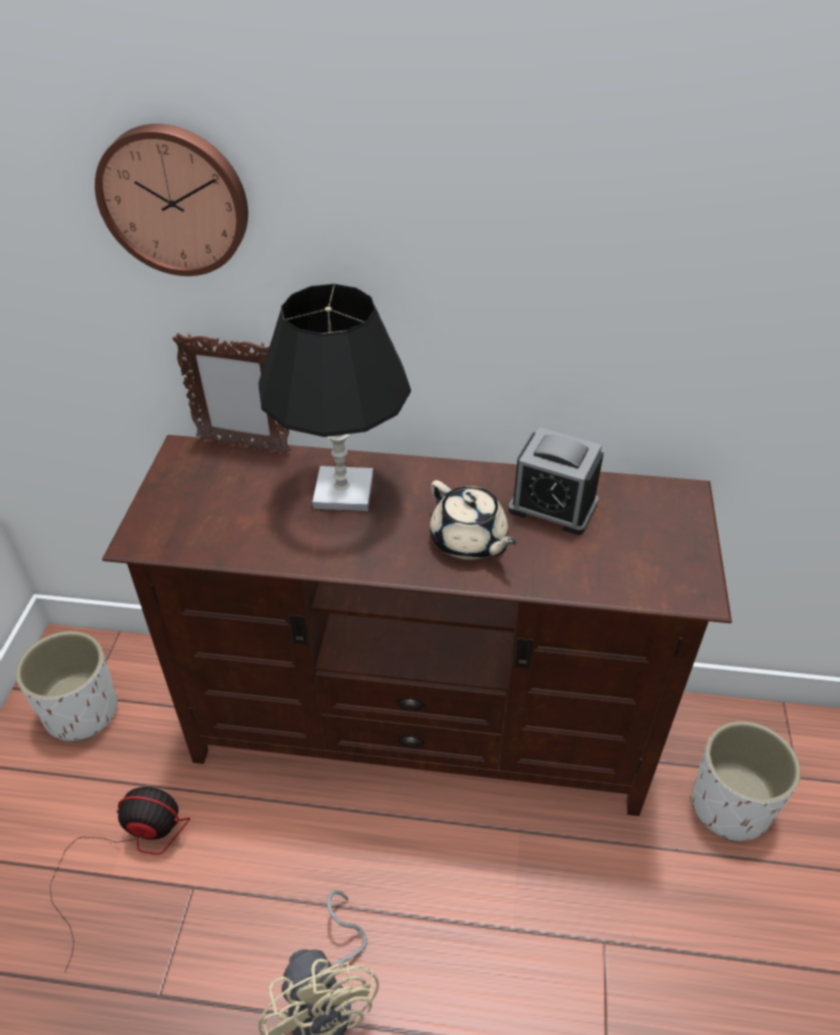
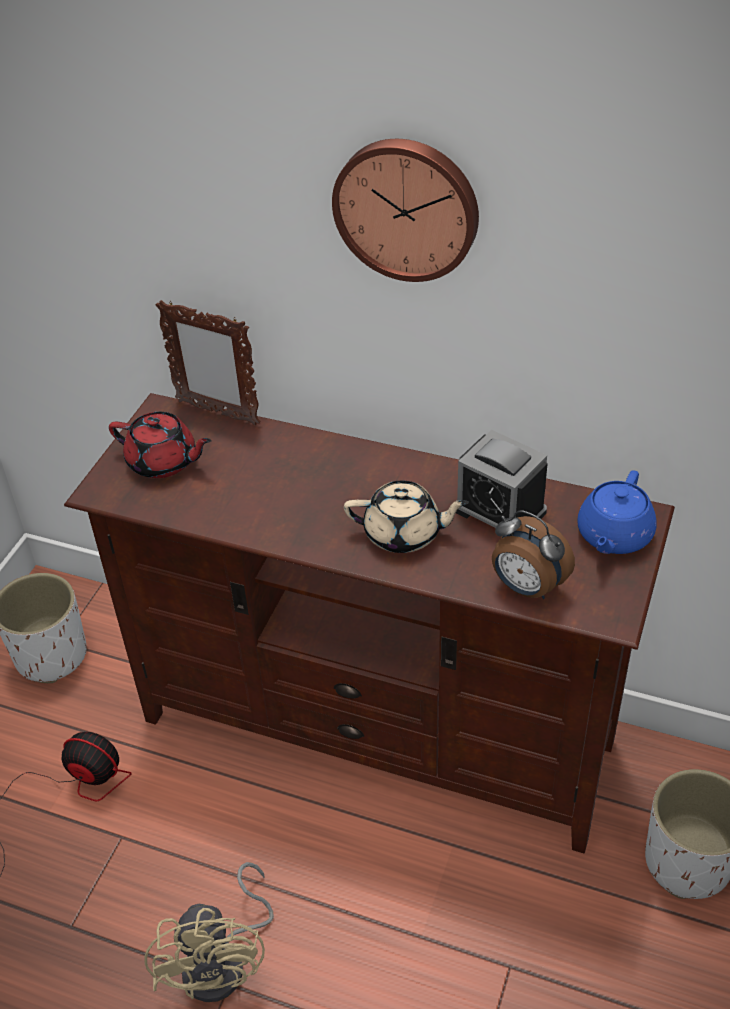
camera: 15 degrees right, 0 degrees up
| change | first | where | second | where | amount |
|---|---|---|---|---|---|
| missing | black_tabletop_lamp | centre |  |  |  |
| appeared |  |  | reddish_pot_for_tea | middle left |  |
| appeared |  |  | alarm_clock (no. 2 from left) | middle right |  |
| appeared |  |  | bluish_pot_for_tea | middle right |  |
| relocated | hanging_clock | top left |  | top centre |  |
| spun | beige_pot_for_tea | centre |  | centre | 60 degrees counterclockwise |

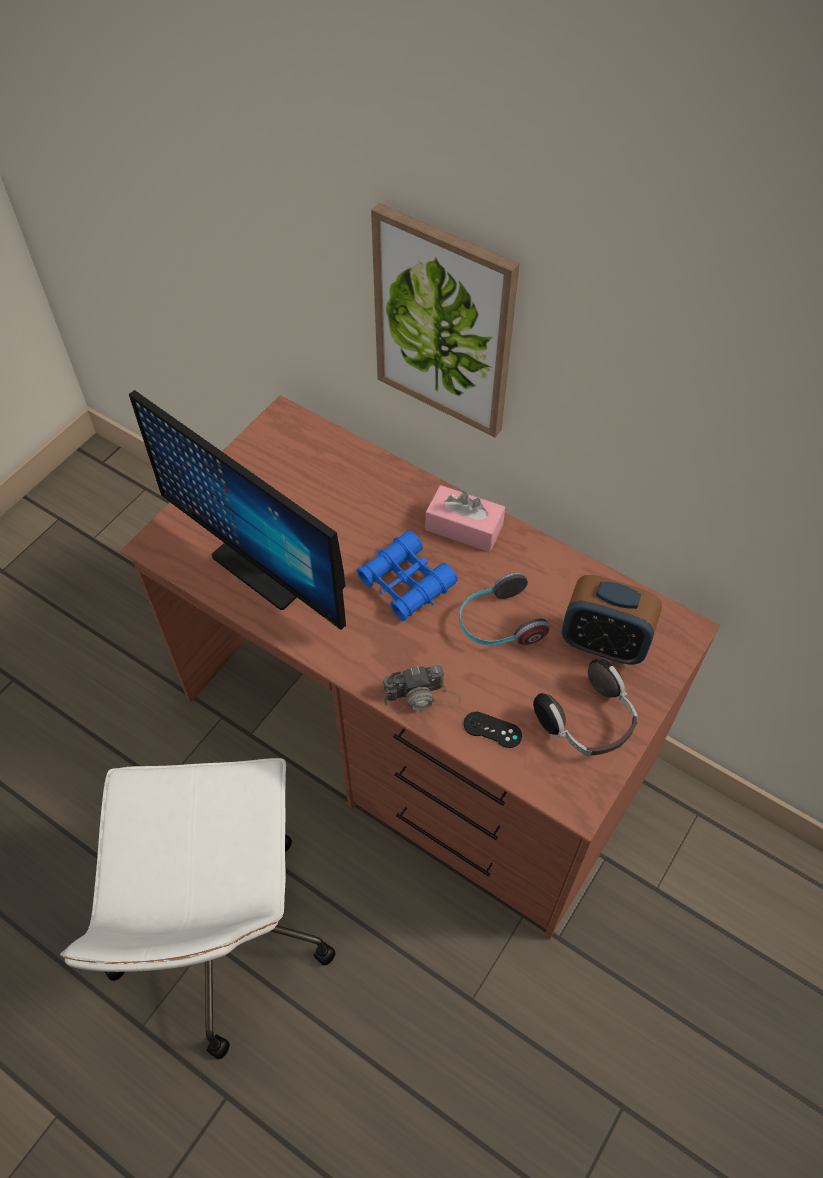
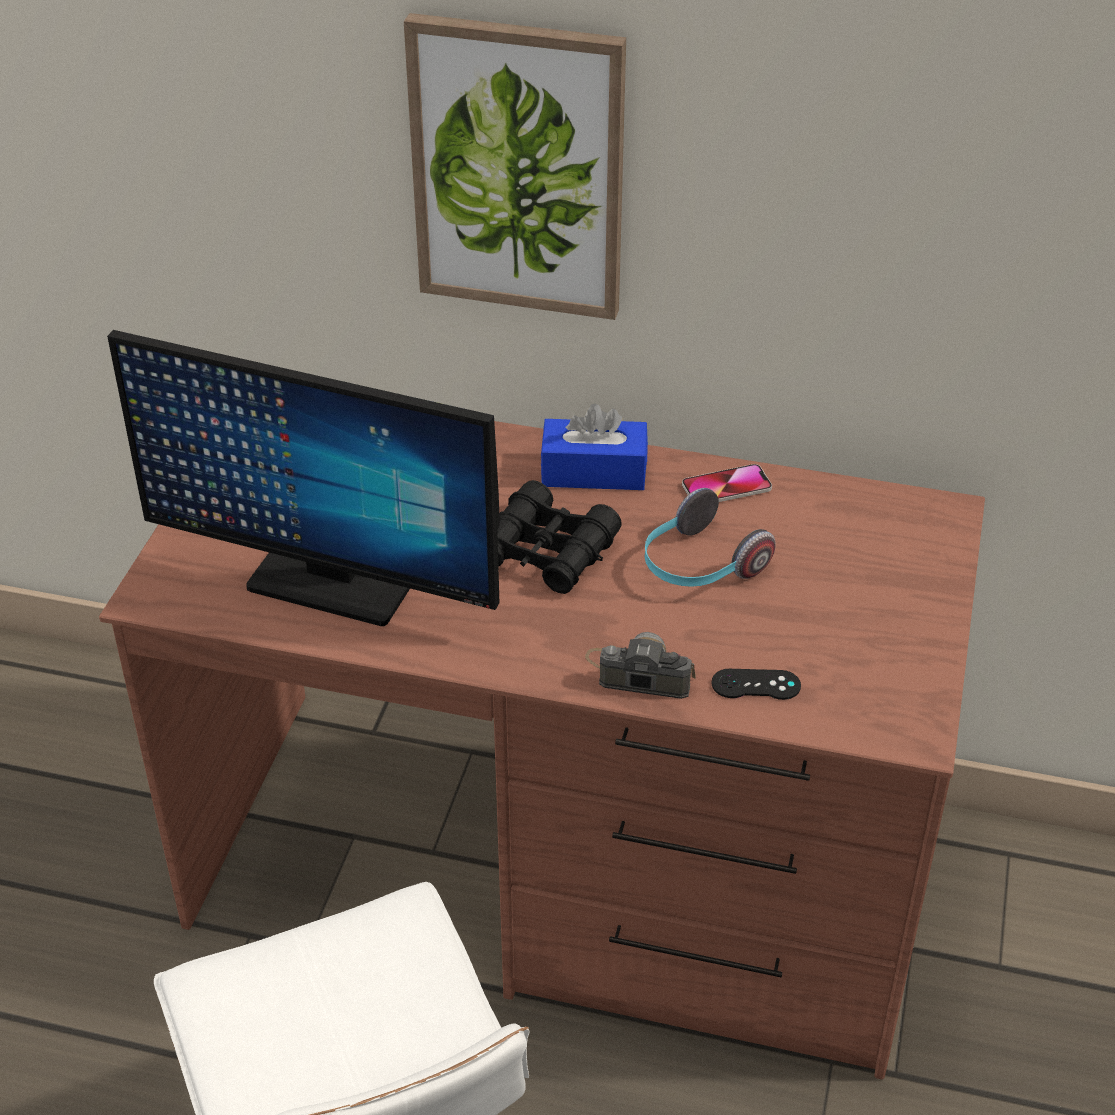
camera: 20 degrees left, 15 degrees down
| change | first | where | second | where | amount |
|---|---|---|---|---|---|
| missing | headset (no. 2 from left) | middle right |  |  |  |
| missing | alarm_clock | middle right |  |  |  |
| appeared |  |  | handset | centre |  |
| colour | bluish_field_glasses | centre | black_field_glasses | centre |  |
| colour | pink-coloured_tissue_box | centre | bluish_tissue_box | centre |  |
| spun | photo_camera | centre |  | centre | 135 degrees counterclockwise |

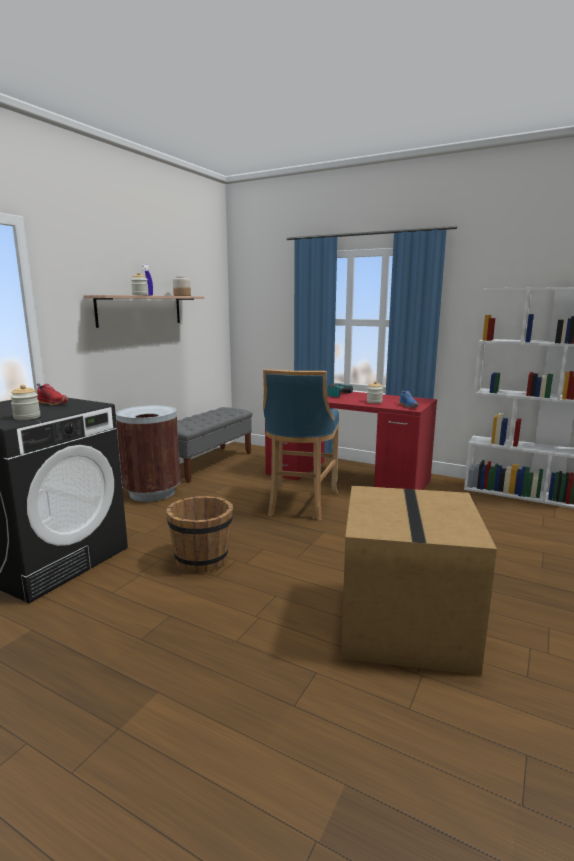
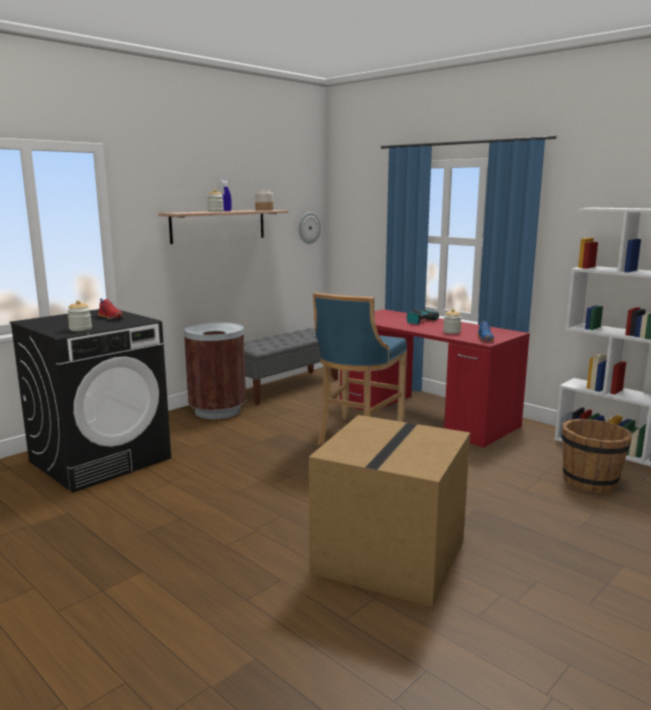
camera: 15 degrees right, 0 degrees up
| change | first | where | second | where | amount |
|---|---|---|---|---|---|
| appeared |  |  | hanging_clock | top centre |  |
| relocated | brown-coloured_water_bucket | centre |  | middle right |  |

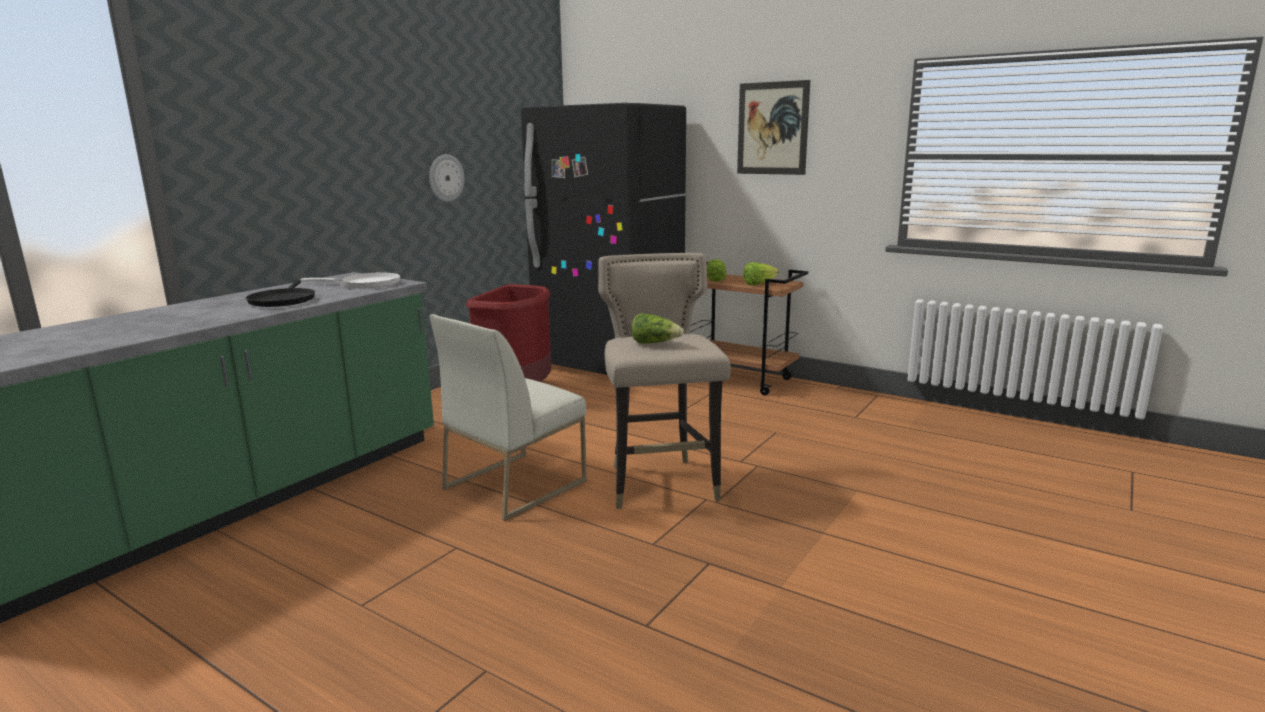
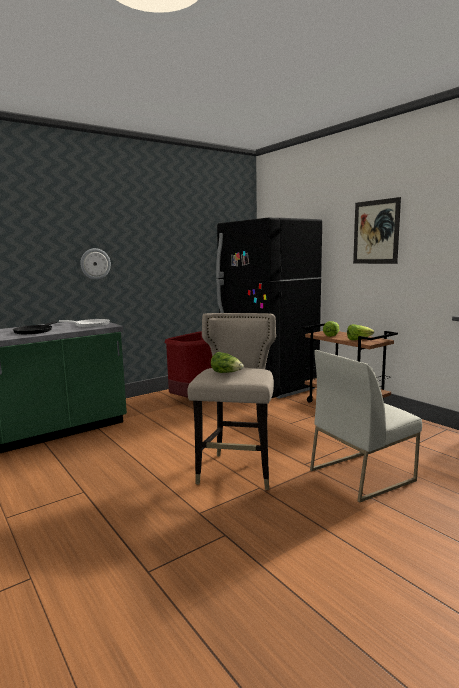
camera: 20 degrees right, 5 degrees down
| change | first | where | second | where | amount |
|---|---|---|---|---|---|
| relocated | hanging_clock | top centre |  | middle left |  |
| relocated | white-coloured_upright_chair | centre |  | middle right |  |

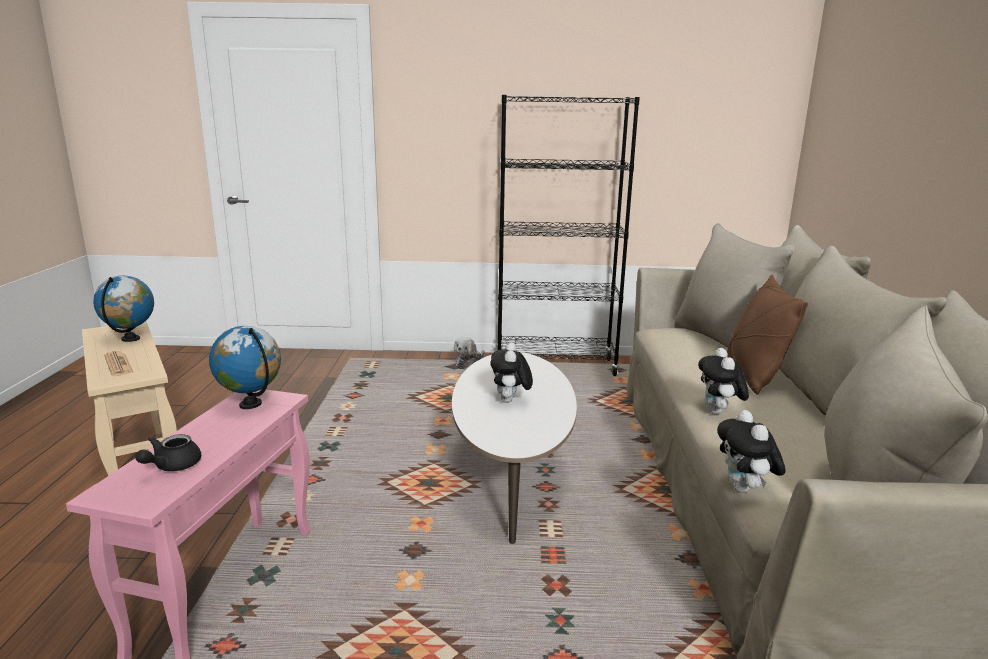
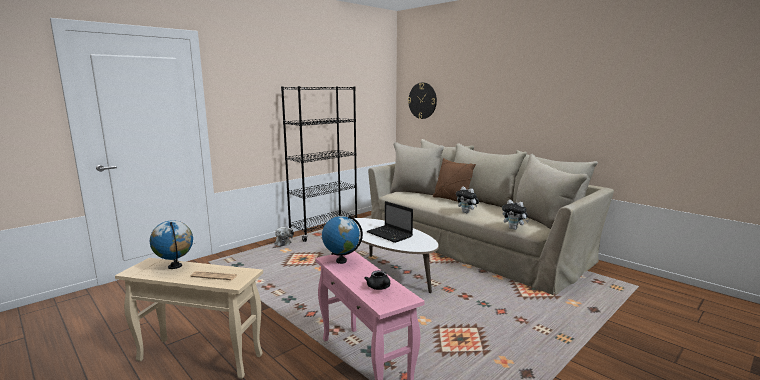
camera: 45 degrees left, 5 degrees down
| change | first | where | second | where | amount |
|---|---|---|---|---|---|
| appeared |  |  | hanging_clock | top centre |  |
| exchanged | soft_toy (no. 2 from left) | centre | notebook_computer | centre |  |

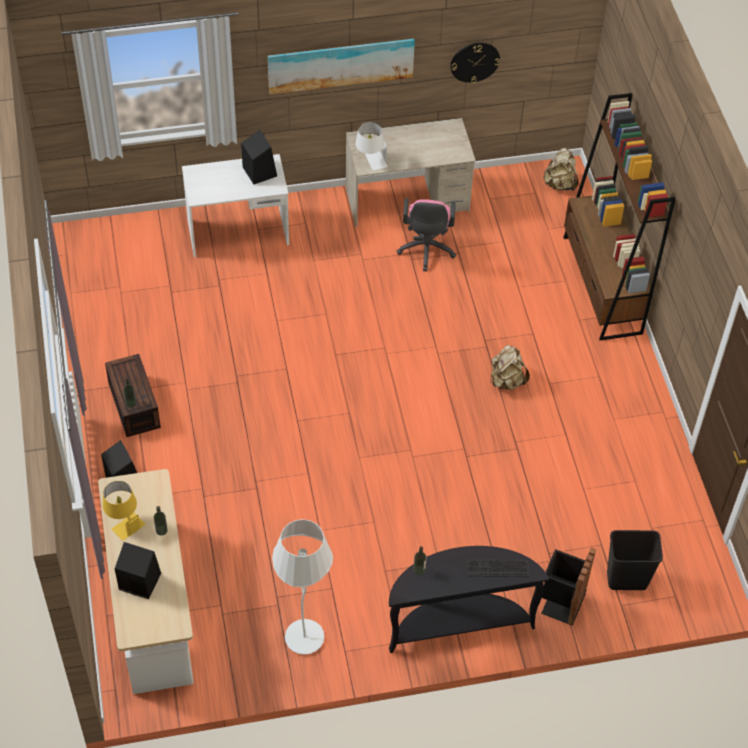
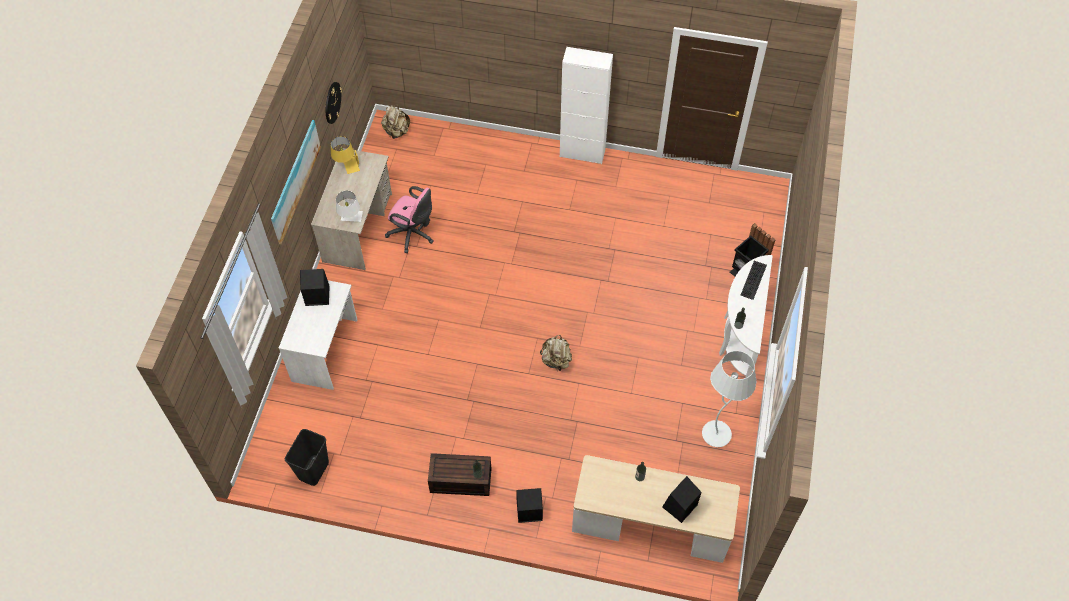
camera: 65 degrees left, 5 degrees up
| change | first | where | second | where | amount |
|---|---|---|---|---|---|
| missing | brown-coloured_bookshelf | top right |  |  |  |
| appeared |  |  | white-coloured_cupboard | top centre |  |
| relocated | yellowish_tabletop_lamp | bottom left |  | top left |  |
| relocated | beige_rucksack (no. 1 from left in the first image) | middle right | beige_rucksack (no. 2 from left) | centre |  |
| relocated | black_waste_bin (no. 2 from left in the first image) | bottom right | black_waste_bin (no. 1 from left) | bottom left |  |
| colour | black_console_table | bottom centre | white-coloured_console_table | middle right |  |

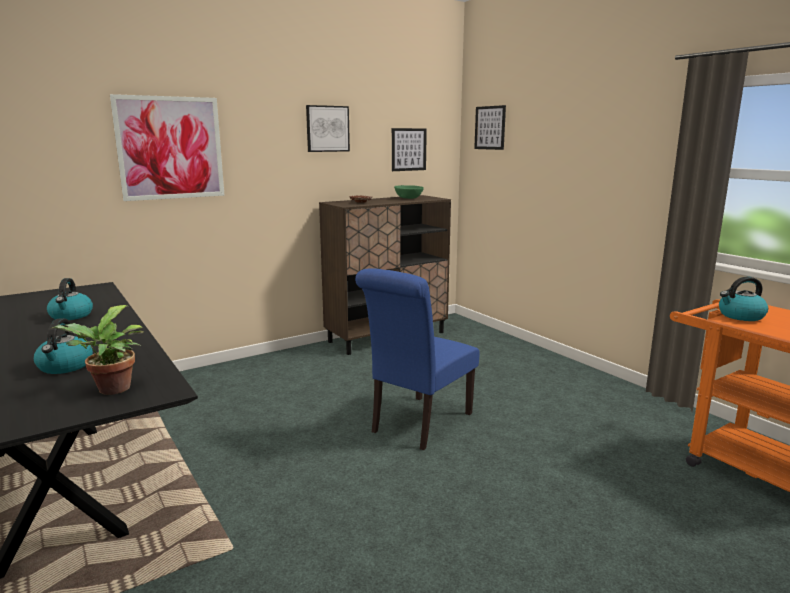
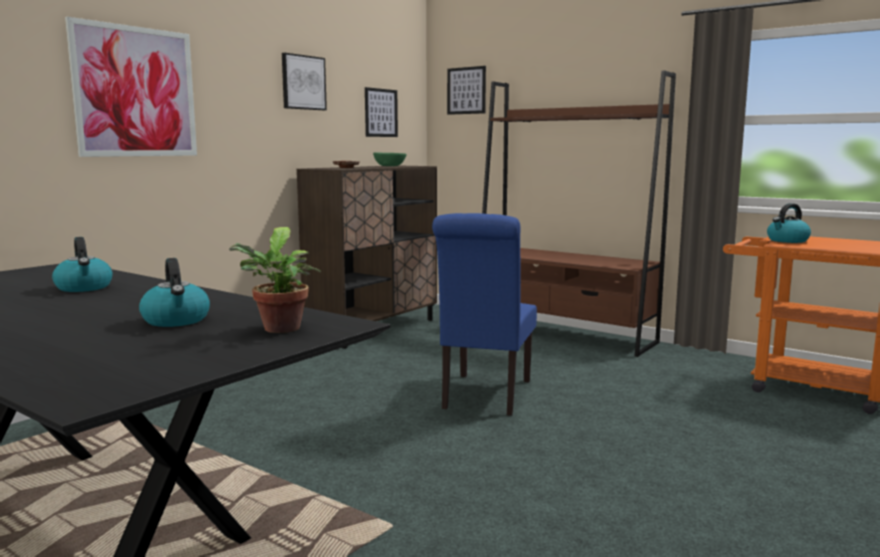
camera: 20 degrees left, 5 degrees down
| change | first | where | second | where | amount |
|---|---|---|---|---|---|
| appeared |  |  | brown-coloured_bookshelf | centre |  |

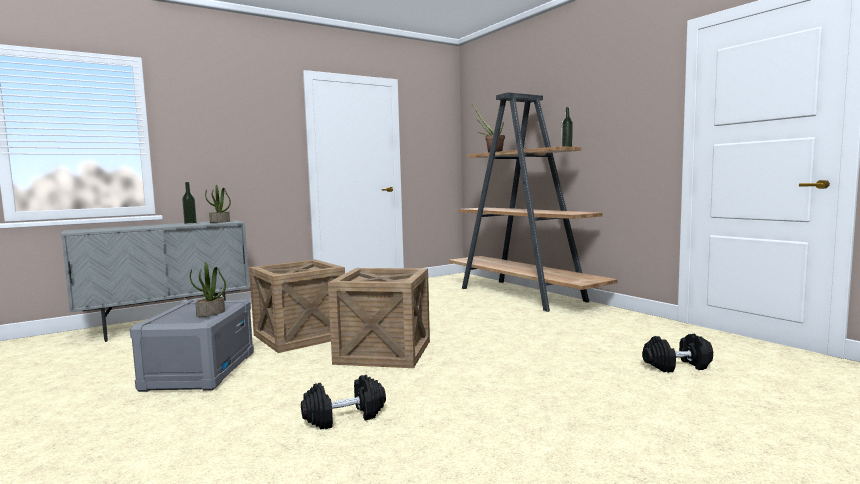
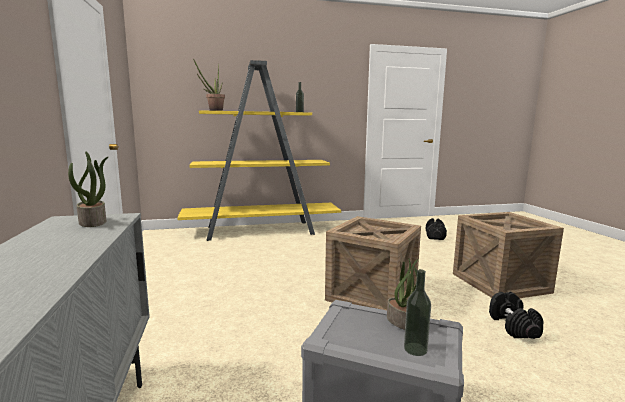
camera: 70 degrees left, 5 degrees up
| change | first | where | second | where | amount |
|---|---|---|---|---|---|
| relocated | drink_bottle (no. 1 from left in the first image) | middle left | drink_bottle (no. 2 from left) | bottom right |  |
| relocated | crate (no. 1 from left in the first image) | centre | crate (no. 2 from left) | middle right |  |
| colour | brown-coloured_bookshelf | centre | yellowish_bookshelf | centre |  |

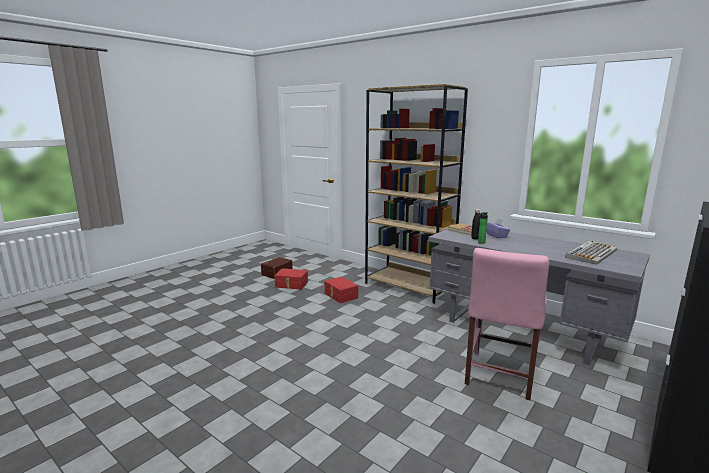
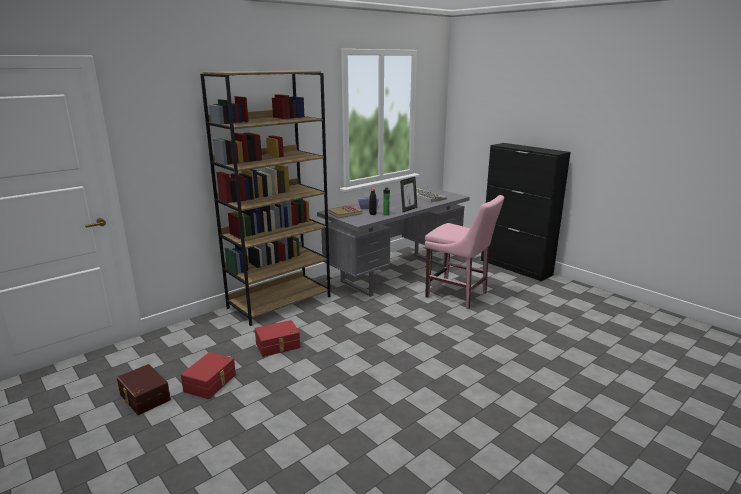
camera: 80 degrees left, 5 degrees up
| change | first | where | second | where | amount |
|---|---|---|---|---|---|
| appeared |  |  | standing_frame | centre |  |

